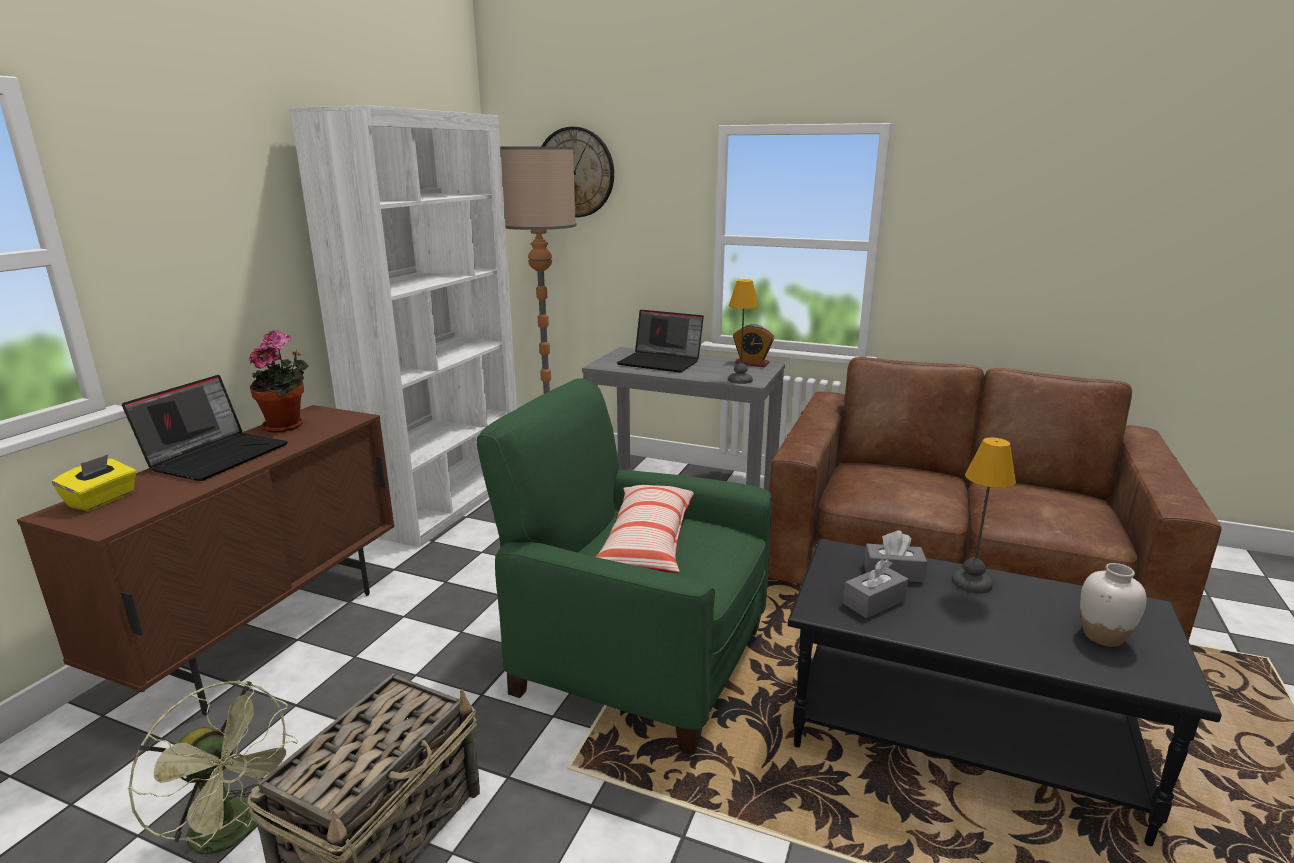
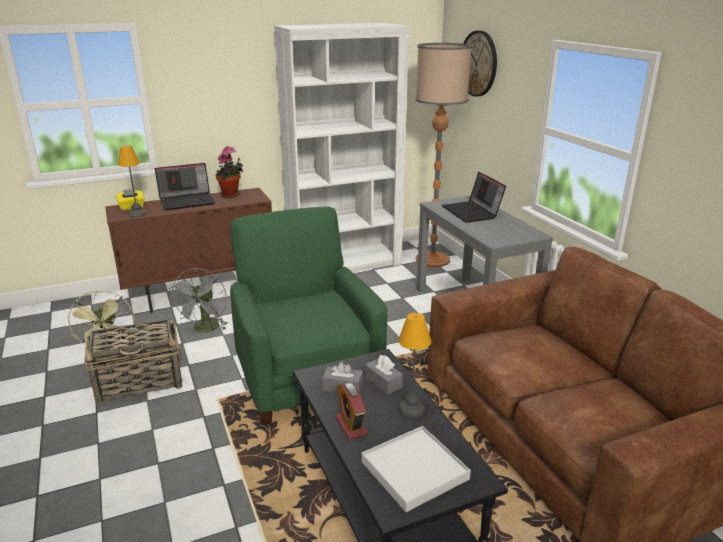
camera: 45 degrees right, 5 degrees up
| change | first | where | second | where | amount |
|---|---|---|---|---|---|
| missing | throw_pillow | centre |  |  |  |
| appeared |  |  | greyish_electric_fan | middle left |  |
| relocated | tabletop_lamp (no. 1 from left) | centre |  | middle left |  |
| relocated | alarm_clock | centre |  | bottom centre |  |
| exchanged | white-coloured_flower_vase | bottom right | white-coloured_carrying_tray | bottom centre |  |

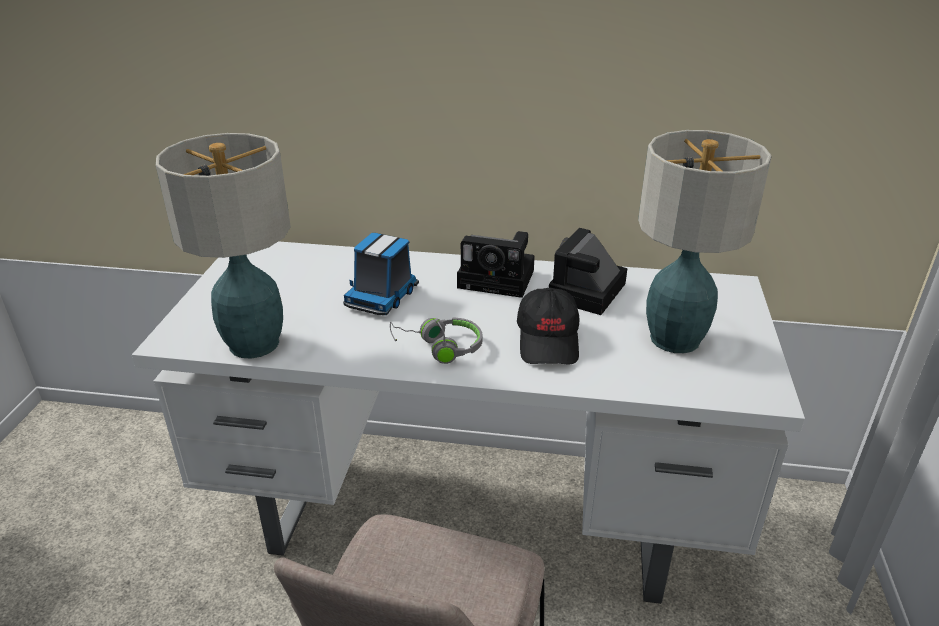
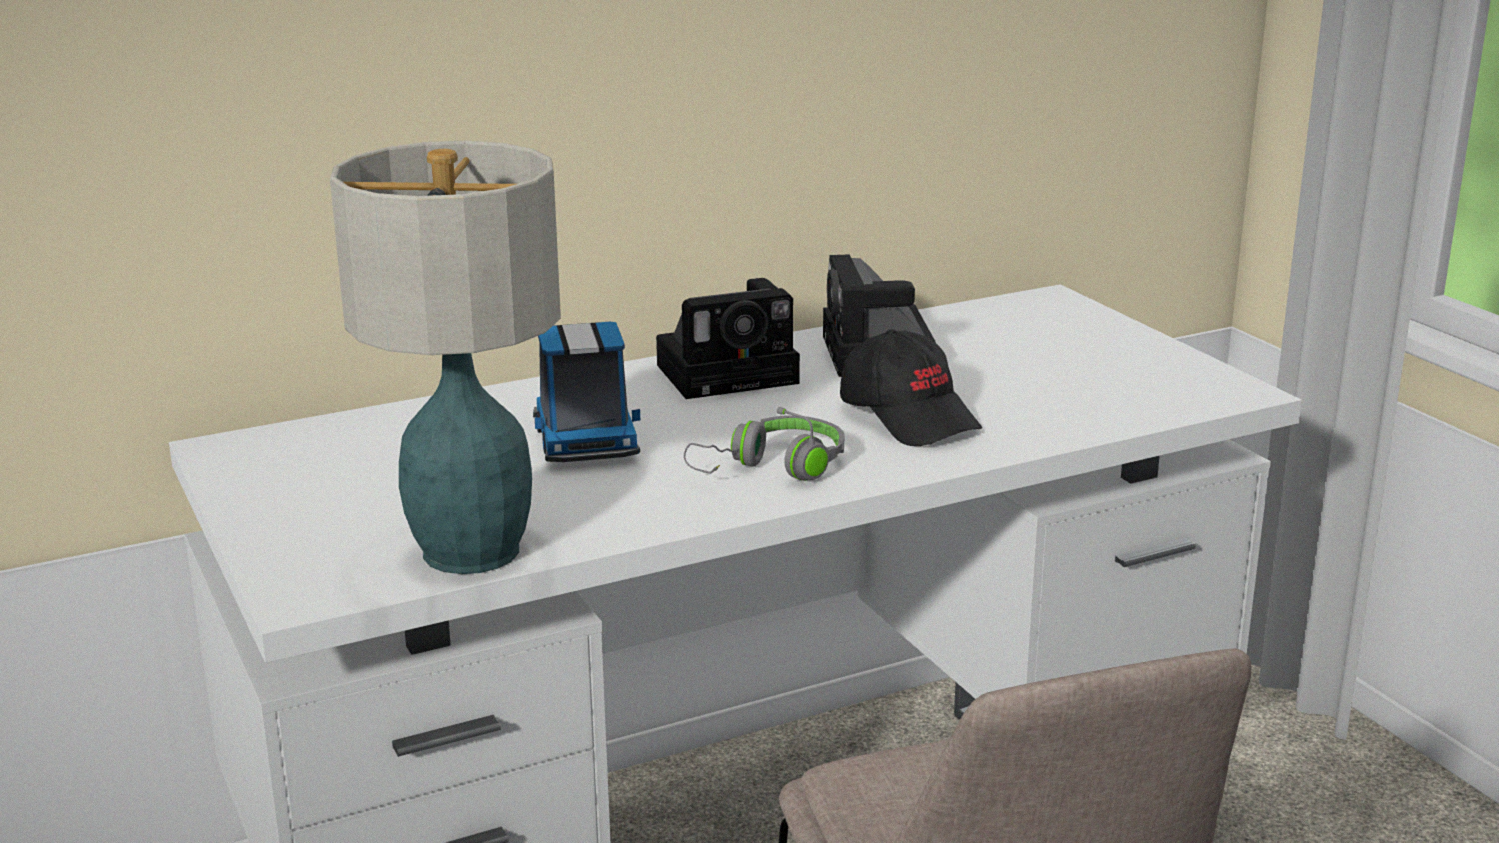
camera: 35 degrees left, 10 degrees down
| change | first | where | second | where | amount |
|---|---|---|---|---|---|
| missing | tabletop_lamp (no. 2 from left) | middle right |  |  |  |

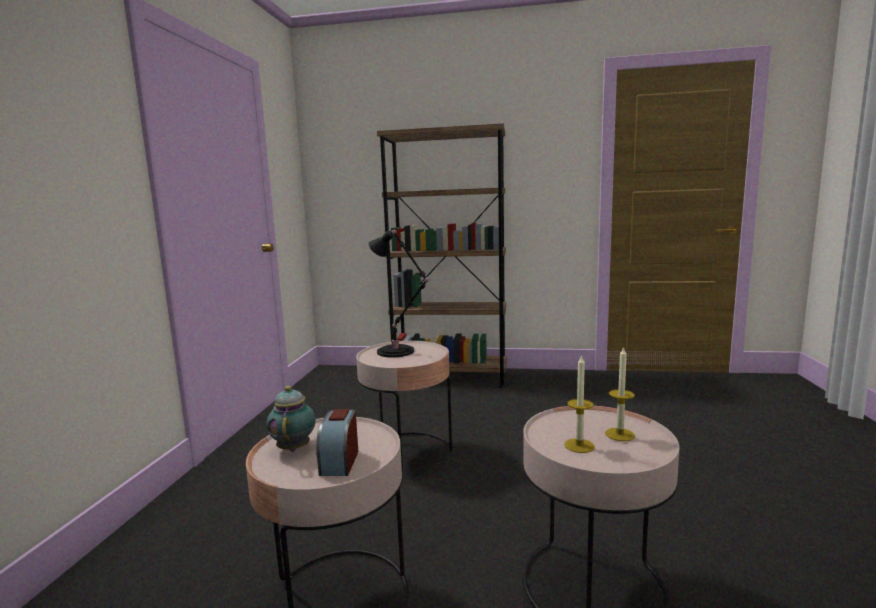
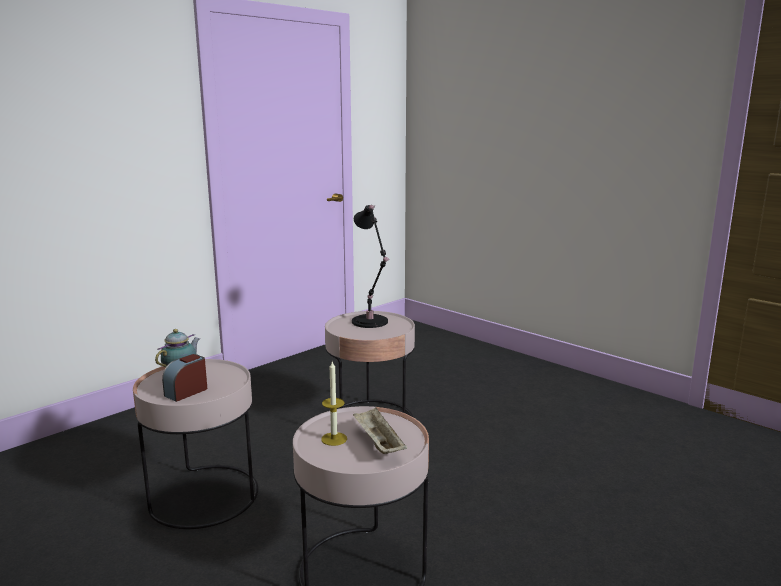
camera: 35 degrees right, 5 degrees up
| change | first | where | second | where | amount |
|---|---|---|---|---|---|
| missing | brown-coloured_bookshelf | centre |  |  |  |
| exchanged | candle (no. 2 from left) | middle right | beige_carrying_tray | bottom centre |  |

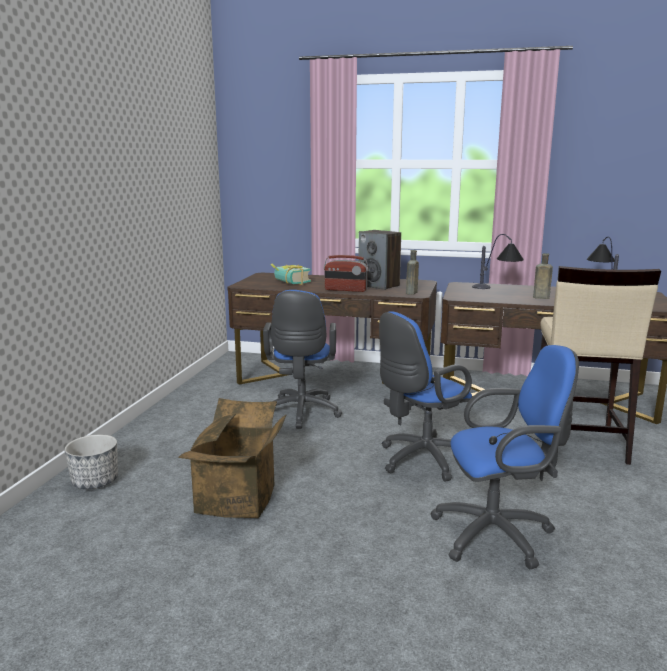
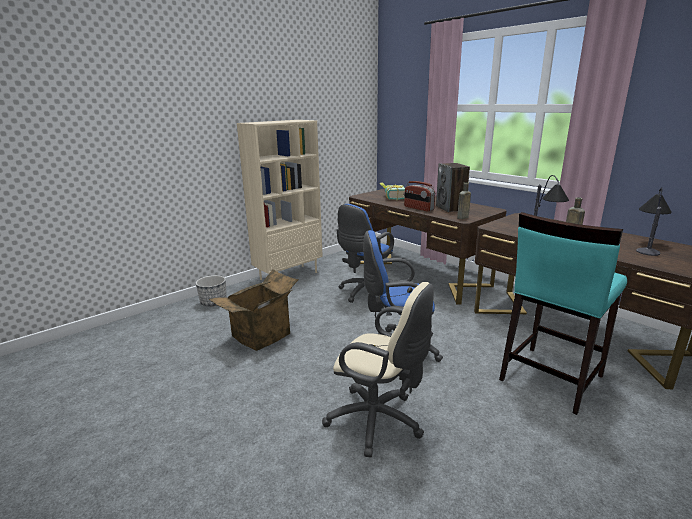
camera: 35 degrees right, 5 degrees up
| change | first | where | second | where | amount |
|---|---|---|---|---|---|
| appeared |  |  | beige_bookshelf | centre |  |
| colour | bluish_desk_chair (no. 3 from left) | bottom right | beige_desk_chair | bottom centre |  |
| colour | beige_stool_seat | middle right | blue-green_stool_seat | middle right |  |

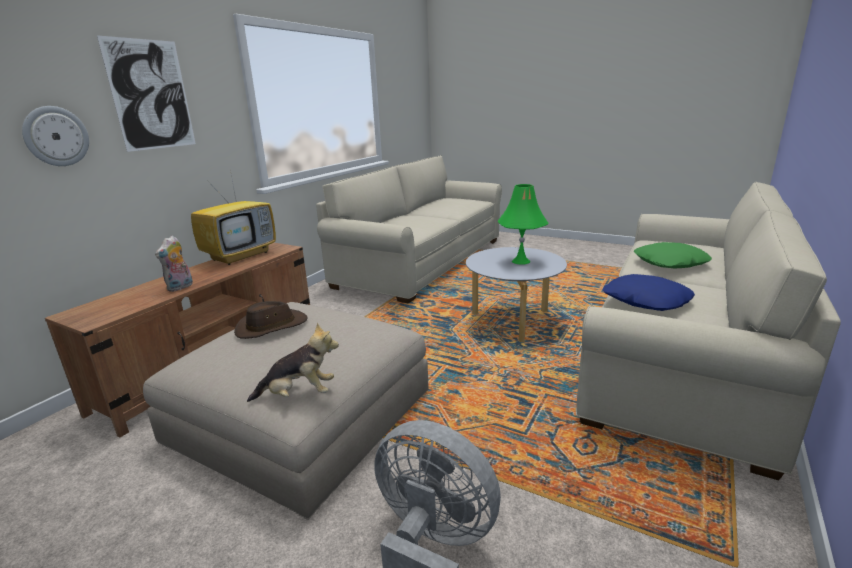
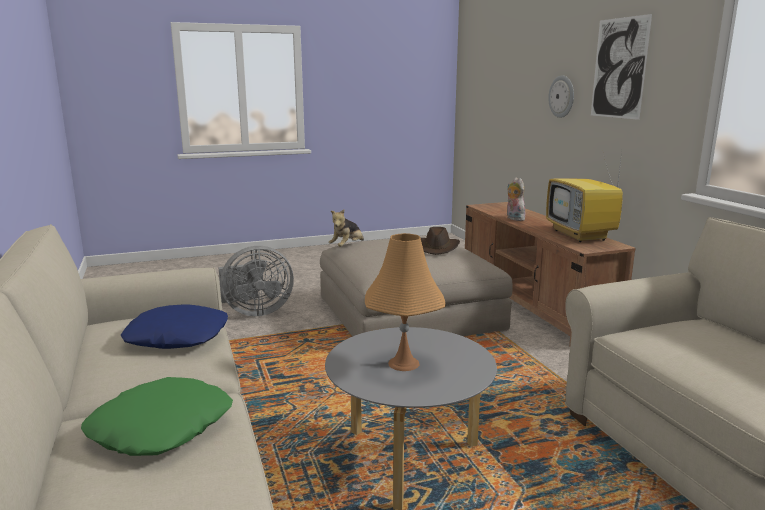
camera: 130 degrees right, 5 degrees down
| change | first | where | second | where | amount |
|---|---|---|---|---|---|
| colour | greenish_tabletop_lamp | centre | orange-coloured_tabletop_lamp | centre |  |

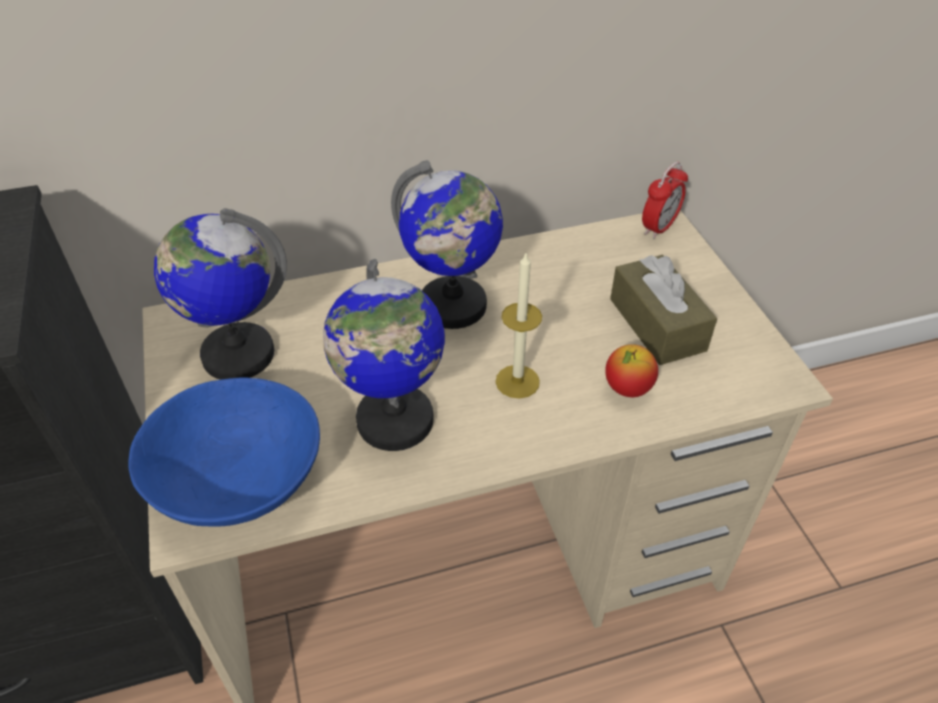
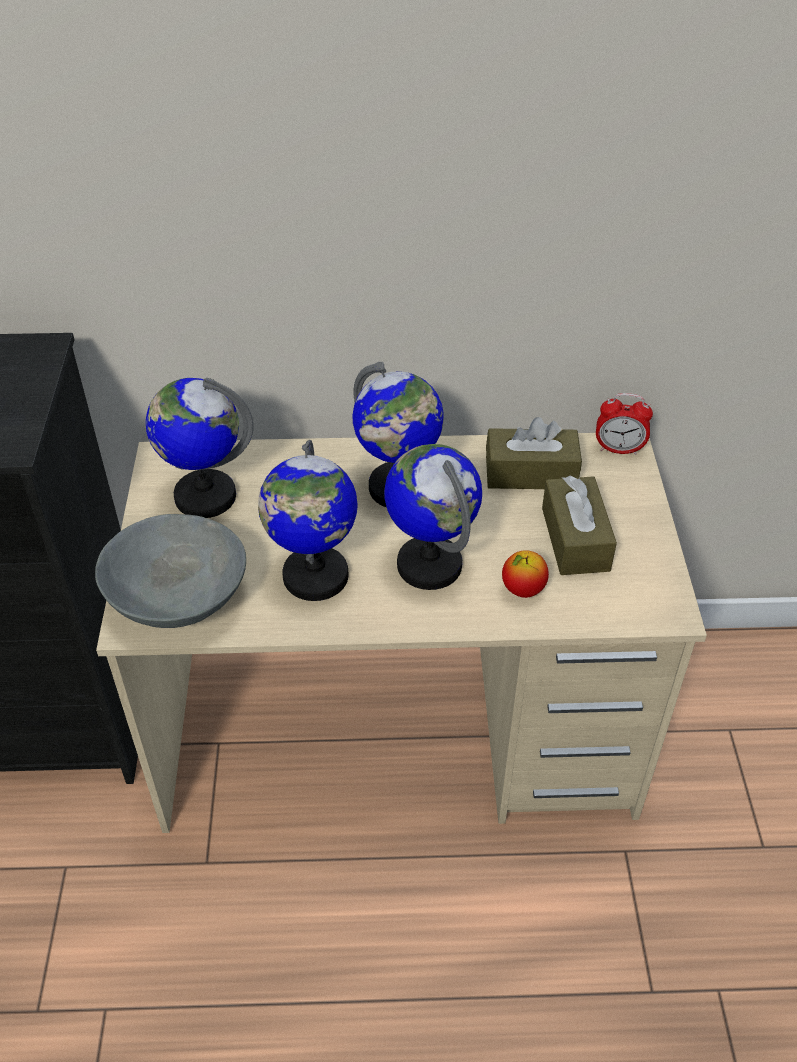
camera: 15 degrees right, 0 degrees up
| change | first | where | second | where | amount |
|---|---|---|---|---|---|
| appeared |  |  | brown-coloured_tissue_box (no. 1 from left) | middle right |  |
| exchanged | candle | centre | world_globe (no. 4 from left) | centre |  |
| colour | bluish_deep_dish | middle left | greyish_deep_dish | middle left |  |
| spun | alarm_clock | top right |  | middle right | 45 degrees clockwise |

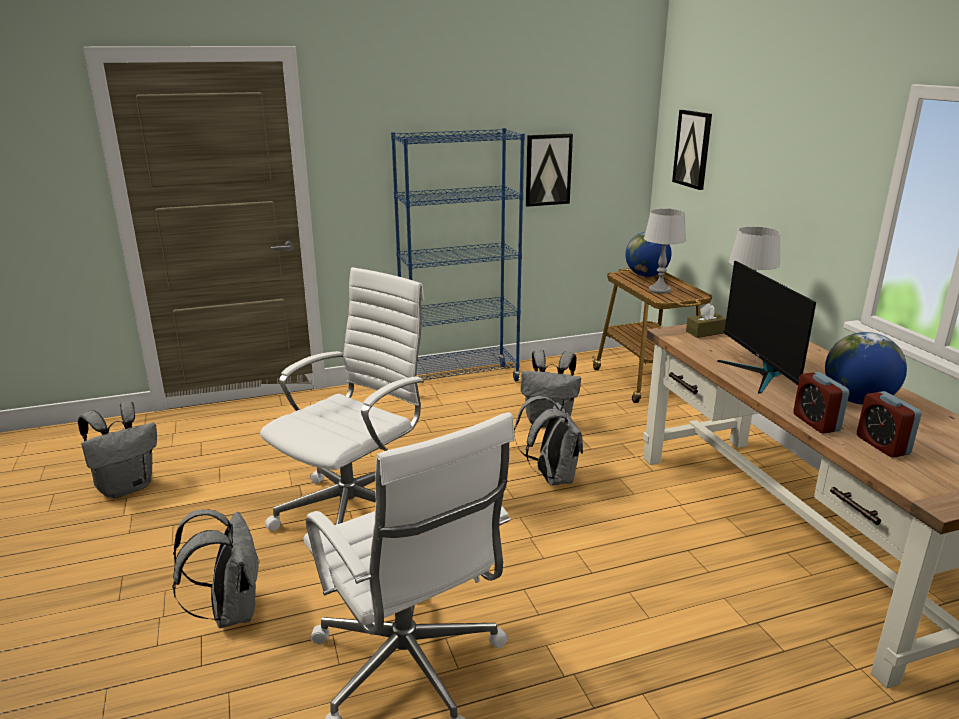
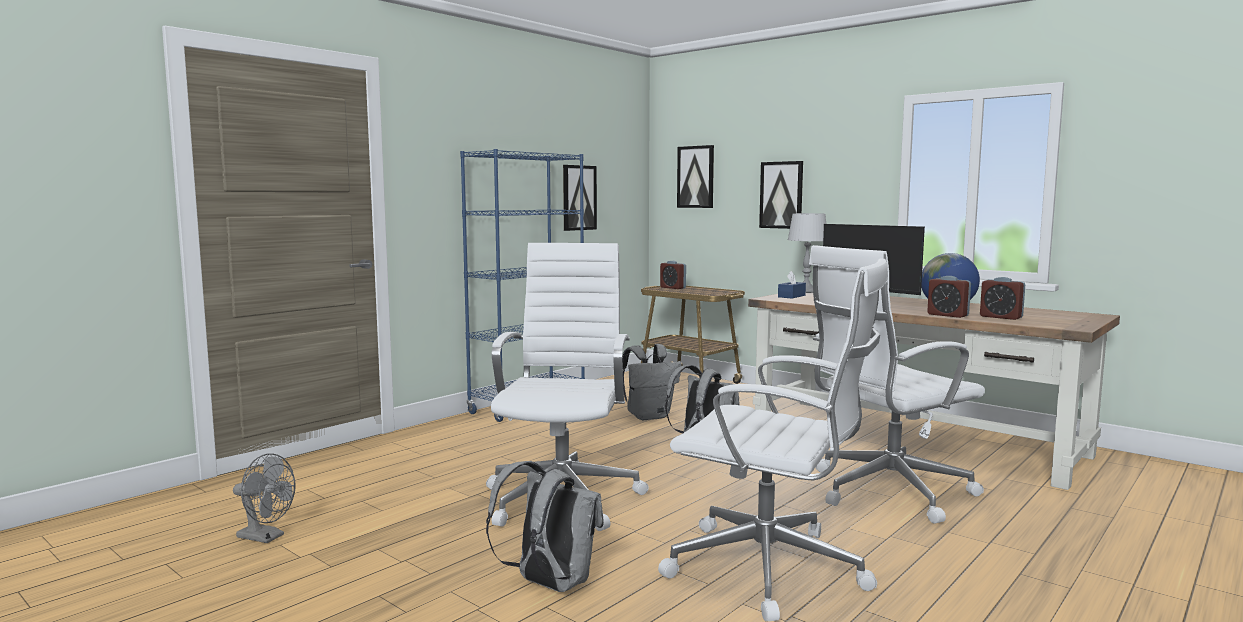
camera: 30 degrees left, 15 degrees down
| change | first | where | second | where | amount |
|---|---|---|---|---|---|
| missing | greyish_tabletop_lamp (no. 1 from left) | middle right |  |  |  |
| appeared |  |  | wall_picture (no. 3 from left) | top centre |  |
| appeared |  |  | white-coloured_desk_chair (no. 3 from left) | middle right |  |
| exchanged | greyish_rucksack (no. 1 from left) | middle left | greyish_electric_fan | bottom left |  |
| exchanged | world_globe (no. 1 from left) | middle right | alarm_clock (no. 1 from left) | centre |  |
| colour | brown-coloured_tissue_box | middle right | bluish_tissue_box | centre |  |

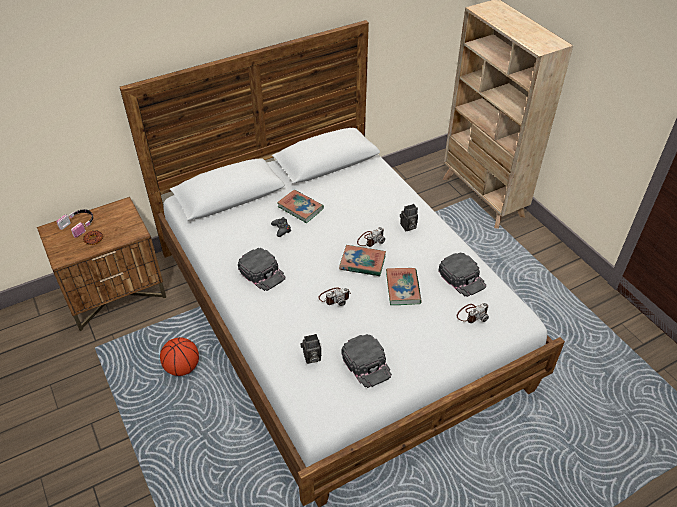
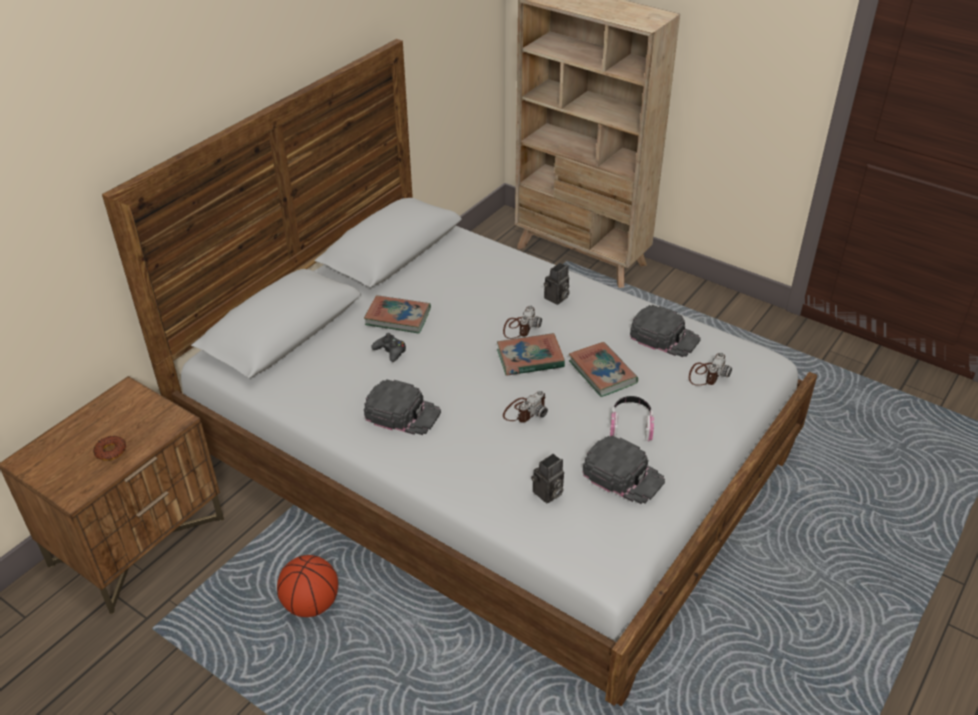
camera: 25 degrees left, 5 degrees down
| change | first | where | second | where | amount |
|---|---|---|---|---|---|
| relocated | headset | middle left |  | centre |  |

